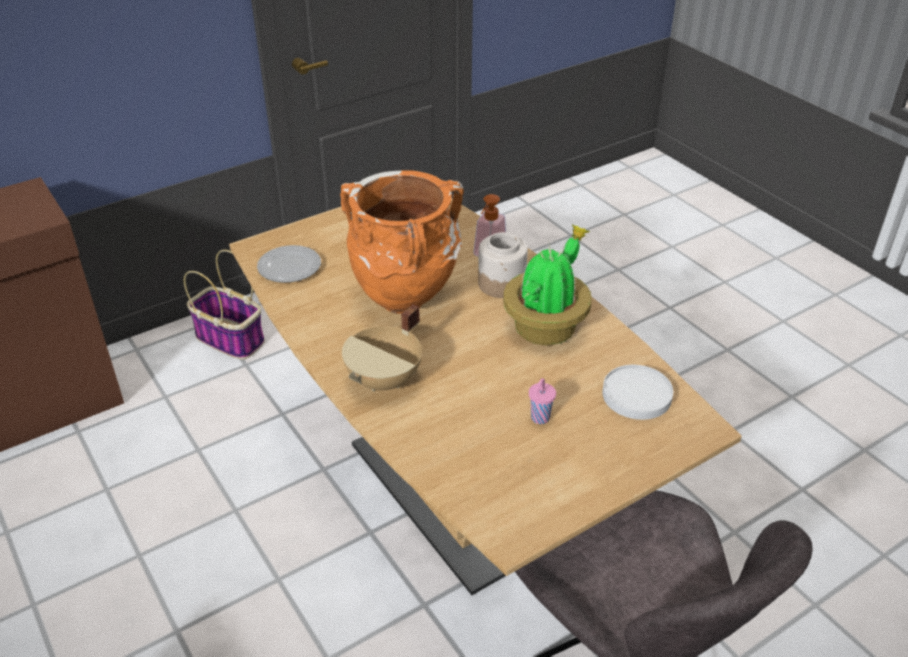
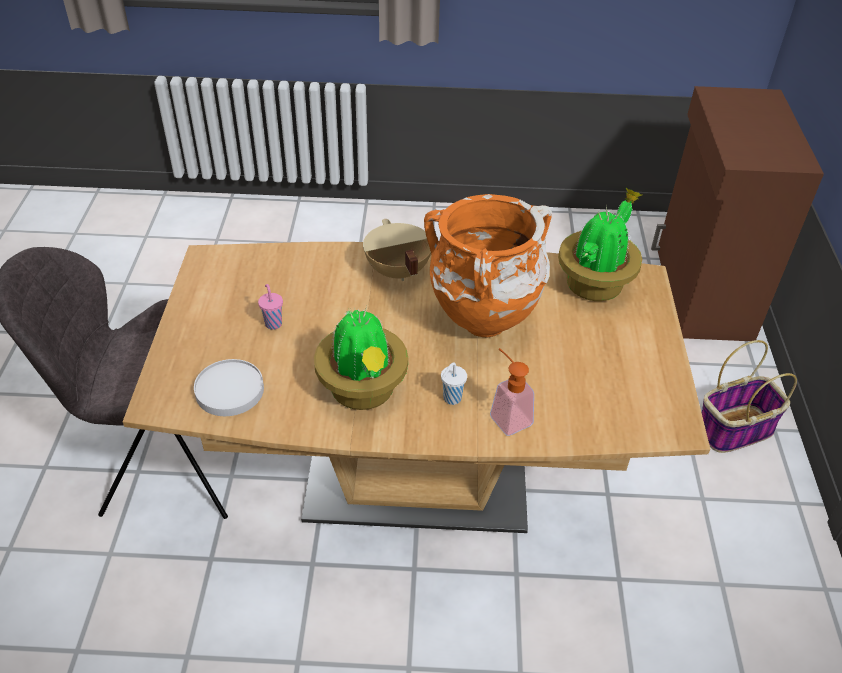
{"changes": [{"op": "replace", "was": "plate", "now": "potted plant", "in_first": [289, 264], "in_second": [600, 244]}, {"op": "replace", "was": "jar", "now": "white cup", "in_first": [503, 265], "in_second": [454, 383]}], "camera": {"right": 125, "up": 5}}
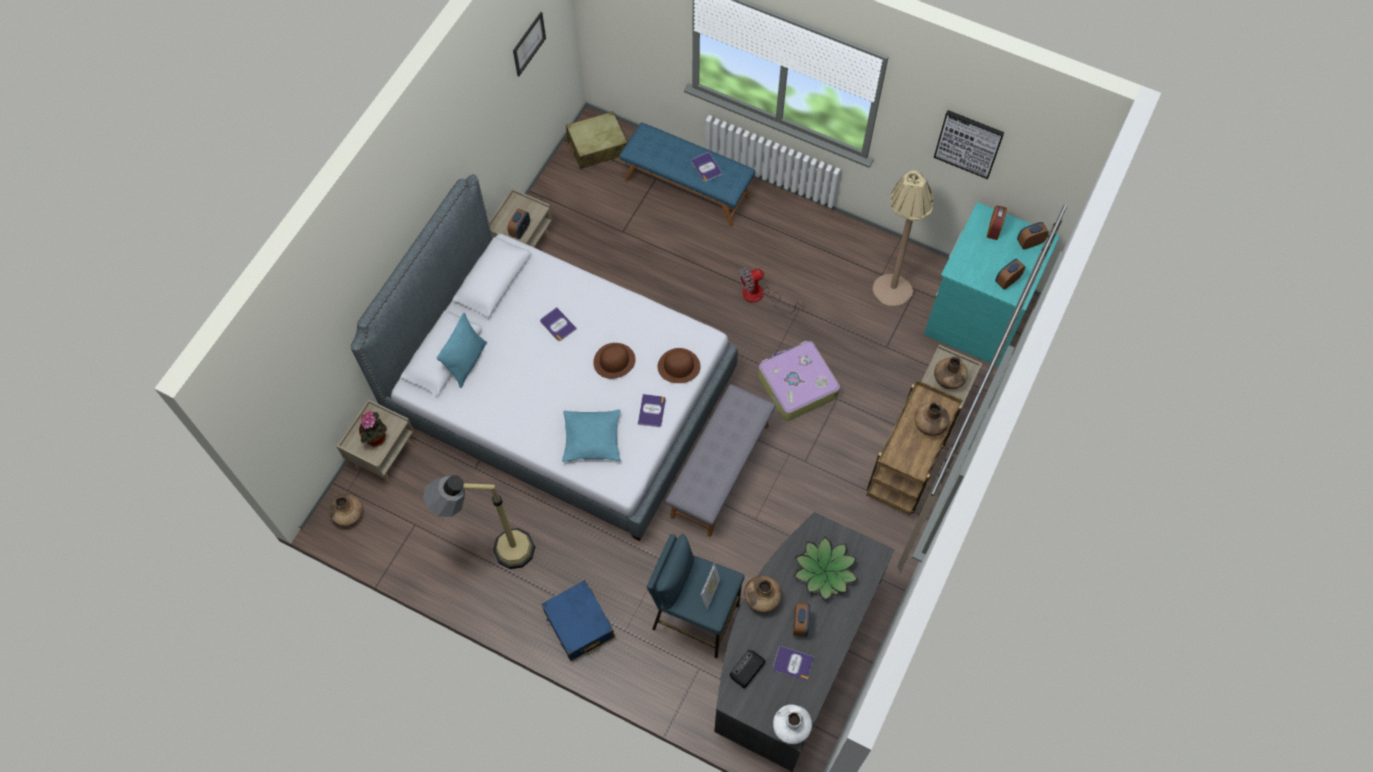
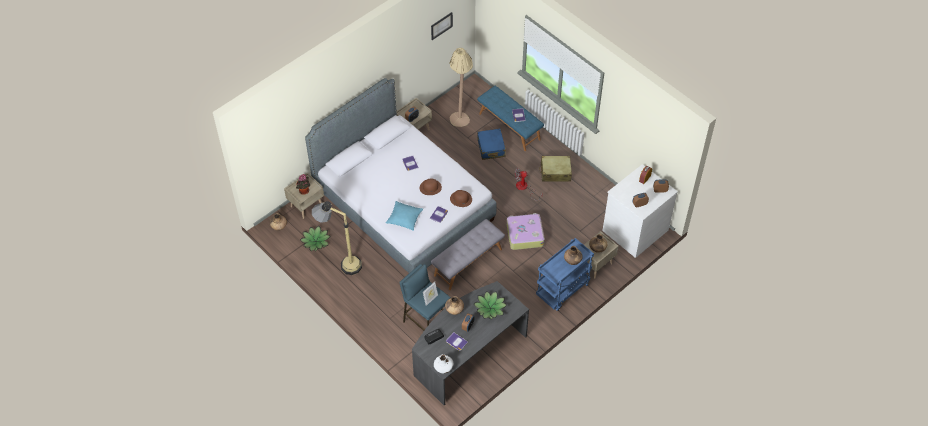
{"changes": [{"op": "delete", "was": "turquoise pillow", "in_first": [461, 350]}, {"op": "delete", "was": "picture", "in_first": [969, 144]}, {"op": "insert", "now": "potted plant", "in_second": [315, 239]}, {"op": "move", "was": "blue suitcase", "in_first": [578, 620], "in_second": [491, 144]}, {"op": "move", "was": "beige suitcase", "in_first": [597, 140], "in_second": [555, 169]}, {"op": "move", "was": "beige floor lamp", "in_first": [903, 238], "in_second": [461, 87]}, {"op": "recolor", "was": "brown cart", "now": "blue cart", "in_first": [914, 447], "in_second": [565, 274]}, {"op": "recolor", "was": "turquoise dresser", "now": "white dresser", "in_first": [992, 284], "in_second": [640, 211]}], "camera": {"right": 20, "up": -10}}
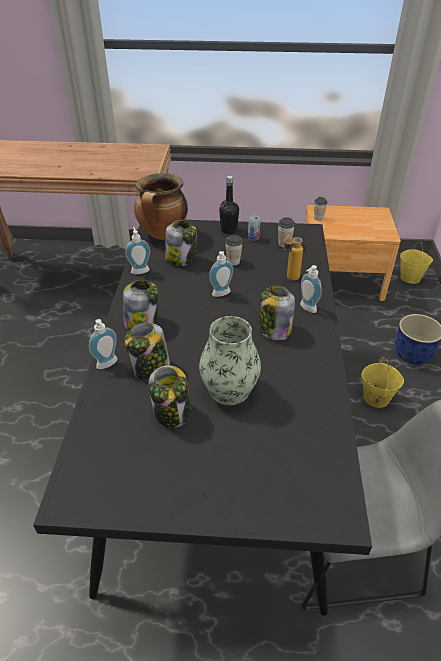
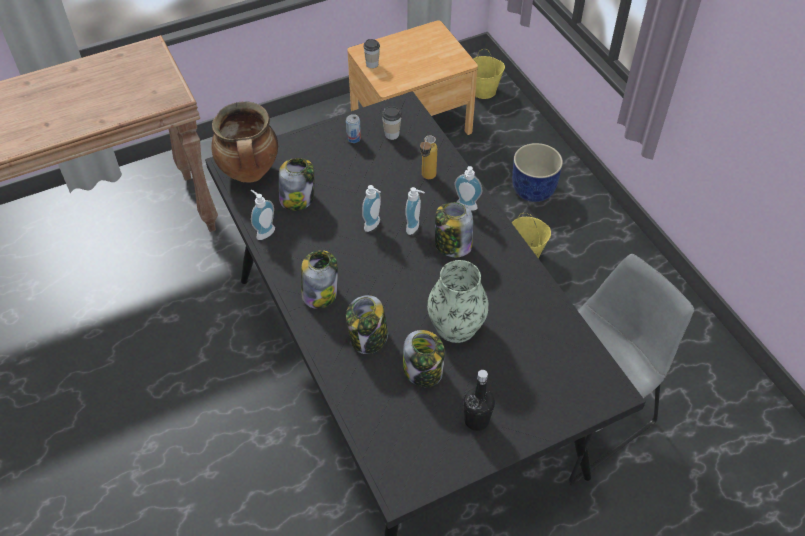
{"changes": [{"op": "delete", "was": "cup", "in_first": [234, 250]}, {"op": "move", "was": "soap dispenser", "in_first": [103, 344], "in_second": [415, 211]}, {"op": "move", "was": "black bottle", "in_first": [229, 205], "in_second": [479, 400]}], "camera": {"right": -30, "up": 10}}
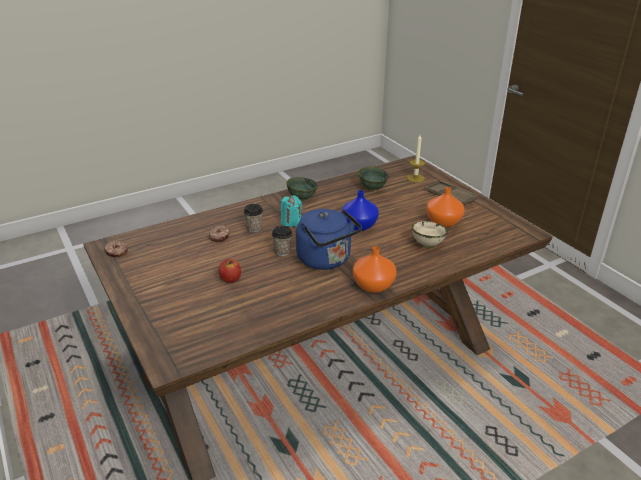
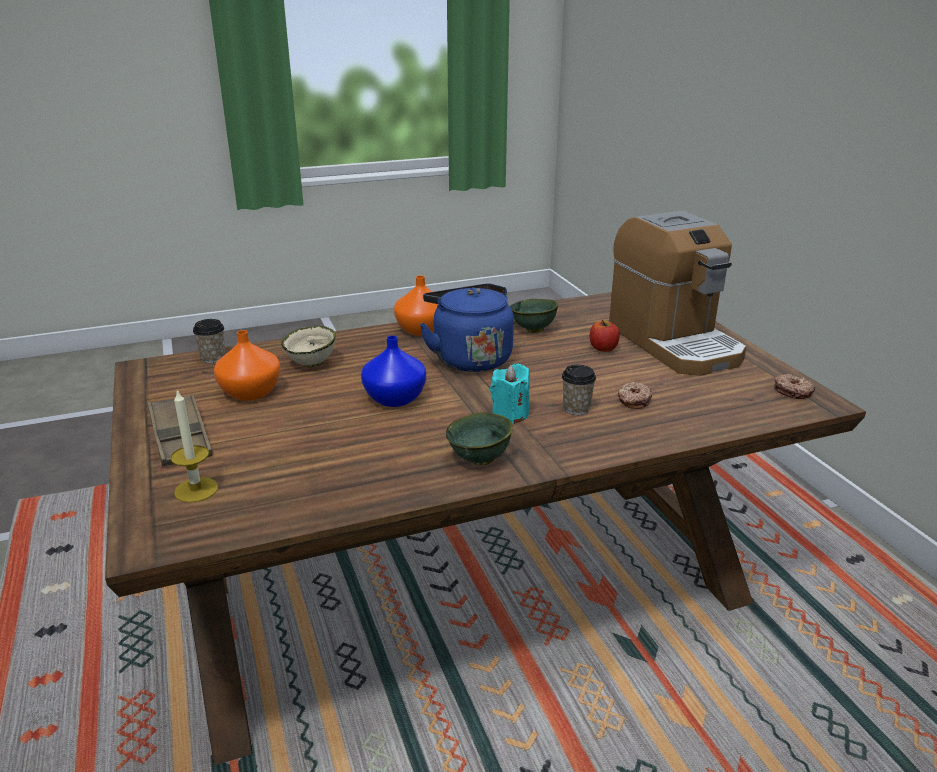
{"changes": [{"op": "insert", "now": "coffee machine", "in_second": [677, 293]}, {"op": "move", "was": "cup", "in_first": [282, 241], "in_second": [209, 341]}, {"op": "move", "was": "green bowl", "in_first": [374, 178], "in_second": [534, 316]}], "camera": {"right": -170, "up": -5}}
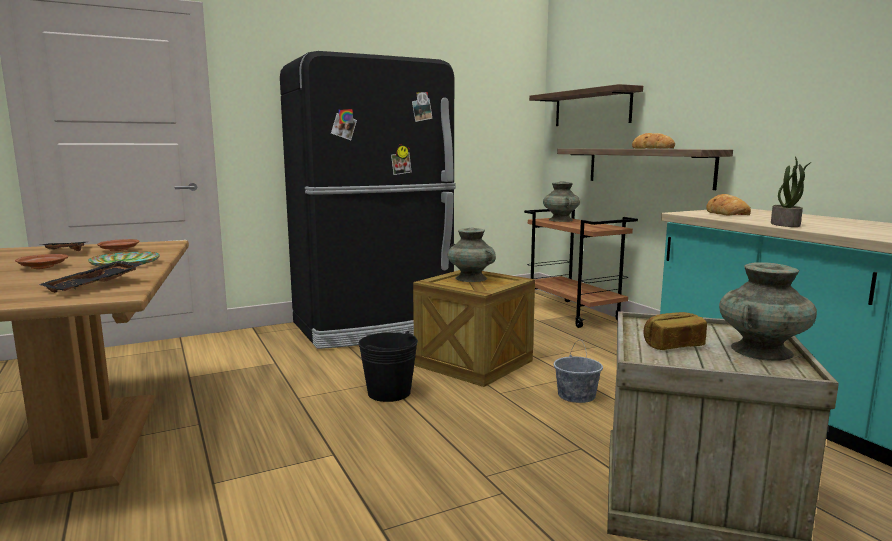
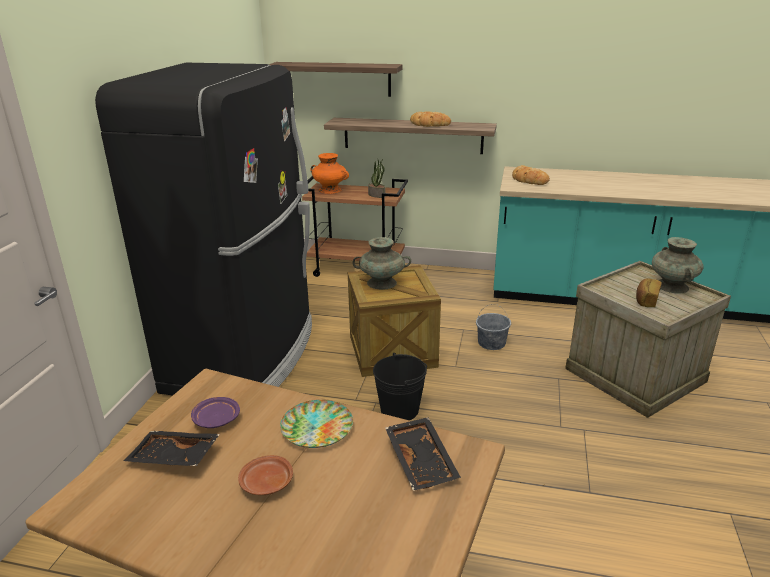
{"changes": [{"op": "move", "was": "potted plant", "in_first": [791, 191], "in_second": [377, 178]}, {"op": "recolor", "was": "brown plate", "now": "purple plate", "in_first": [118, 245], "in_second": [215, 412]}, {"op": "recolor", "was": "turquoise vase", "now": "orange vase", "in_first": [561, 201], "in_second": [330, 173]}], "camera": {"right": -50, "up": 15}}
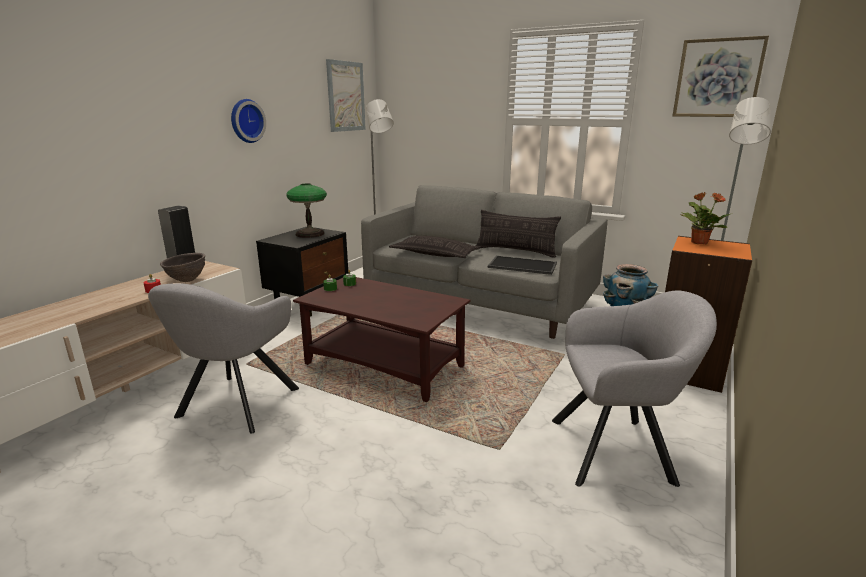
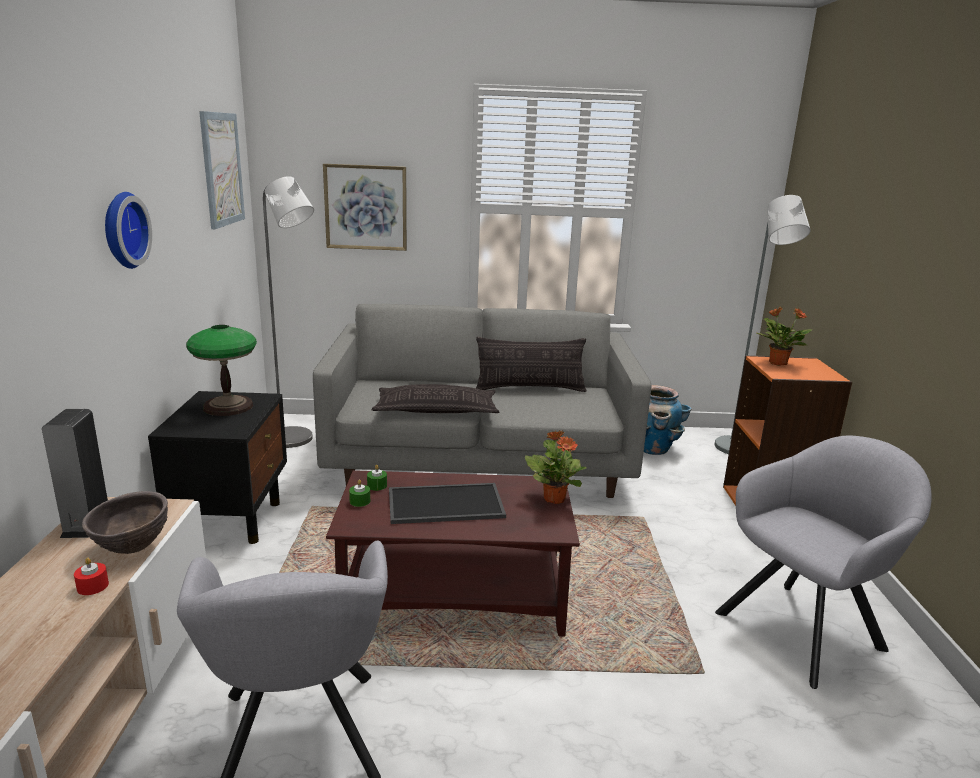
{"changes": [{"op": "insert", "now": "potted plant", "in_second": [555, 467]}, {"op": "move", "was": "tray", "in_first": [522, 265], "in_second": [447, 503]}, {"op": "move", "was": "picture", "in_first": [721, 76], "in_second": [365, 207]}], "camera": {"right": -30, "up": 0}}
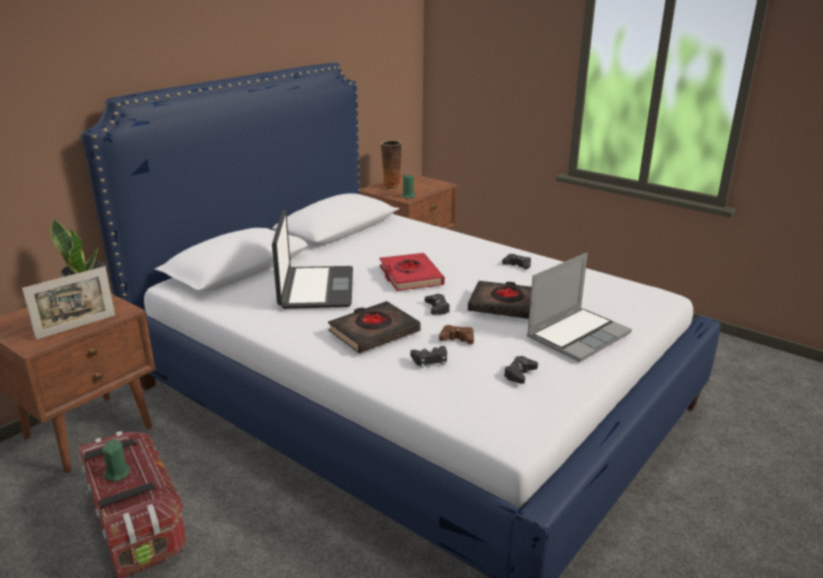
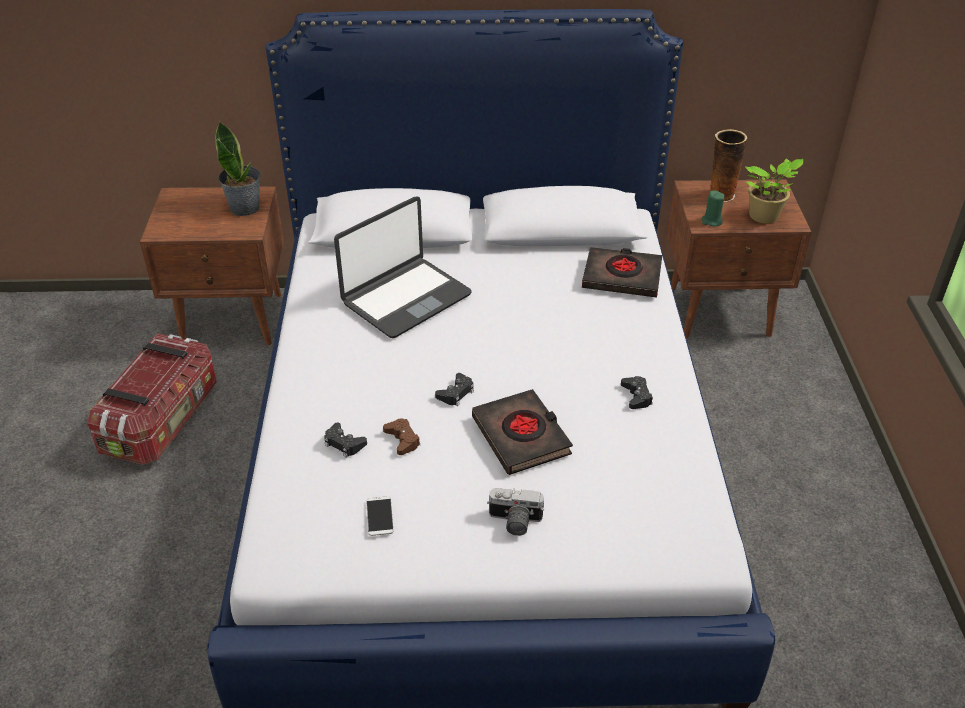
{"changes": [{"op": "delete", "was": "picture frame", "in_first": [68, 303]}, {"op": "delete", "was": "green candle", "in_first": [116, 460]}, {"op": "delete", "was": "red book", "in_first": [412, 272]}, {"op": "insert", "now": "potted plant", "in_second": [774, 191]}, {"op": "move", "was": "black book", "in_first": [374, 327], "in_second": [622, 272]}, {"op": "replace", "was": "black game controller", "now": "phone", "in_first": [521, 370], "in_second": [380, 516]}, {"op": "replace", "was": "laptop", "now": "photo camera", "in_first": [579, 307], "in_second": [515, 512]}], "camera": {"right": 50, "up": 15}}
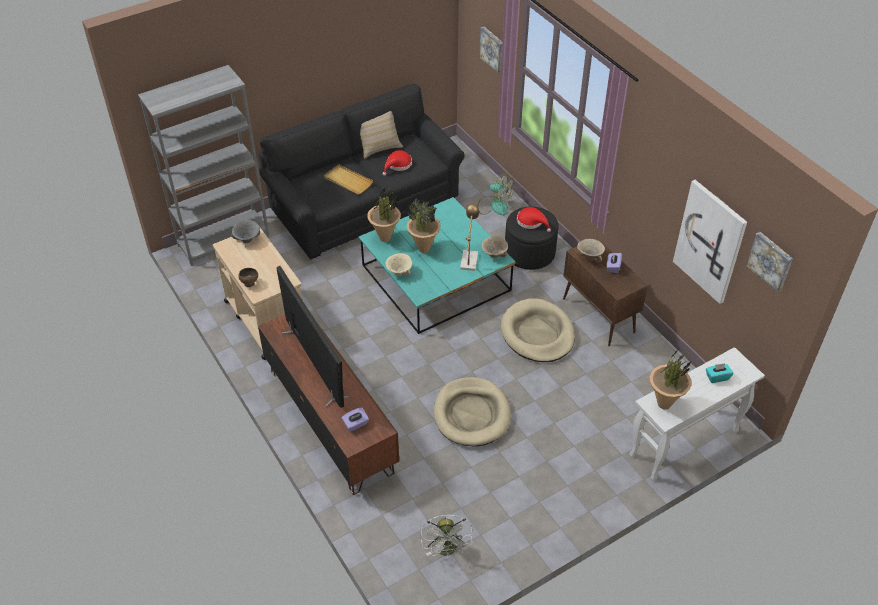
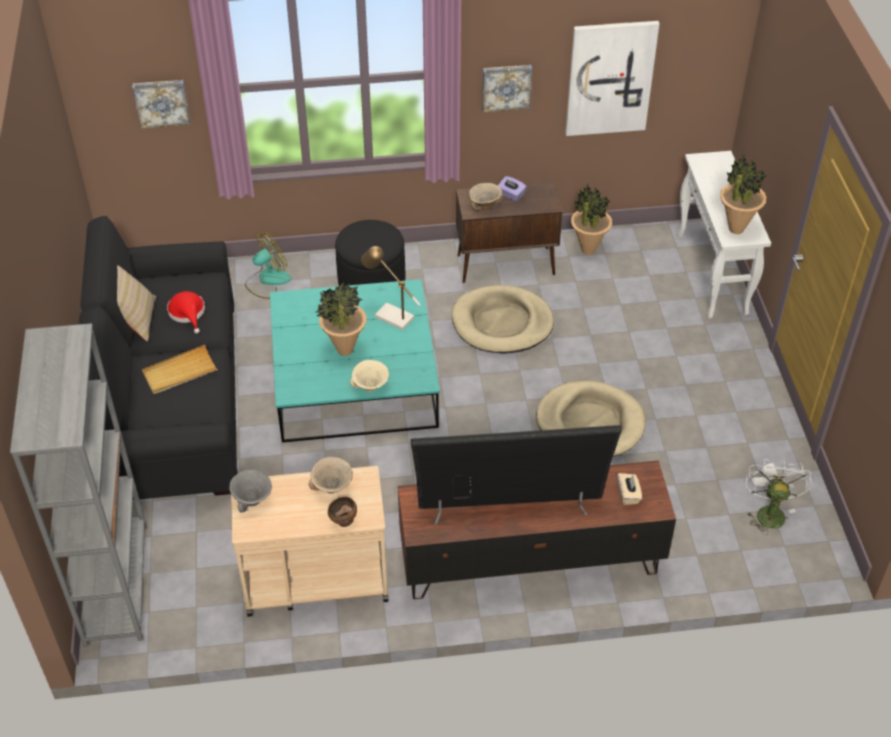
{"changes": [{"op": "delete", "was": "red hat", "in_first": [534, 219]}, {"op": "delete", "was": "turquoise tissue box", "in_first": [720, 373]}, {"op": "move", "was": "potted plant", "in_first": [384, 214], "in_second": [591, 220]}, {"op": "move", "was": "beige bowl", "in_first": [495, 247], "in_second": [331, 475]}, {"op": "move", "was": "picture", "in_first": [769, 262], "in_second": [507, 88]}, {"op": "recolor", "was": "purple tissue box", "now": "beige tissue box", "in_first": [355, 419], "in_second": [629, 489]}, {"op": "rotate", "was": "white fan", "in_first": [446, 536], "in_second": [779, 496], "clockwise": -105}], "camera": {"right": -65, "up": 0}}
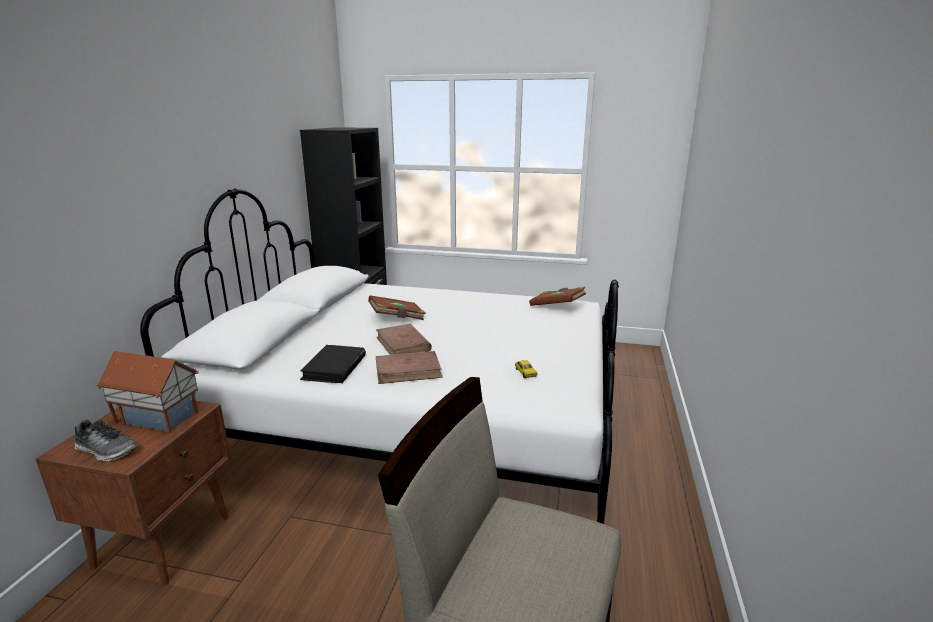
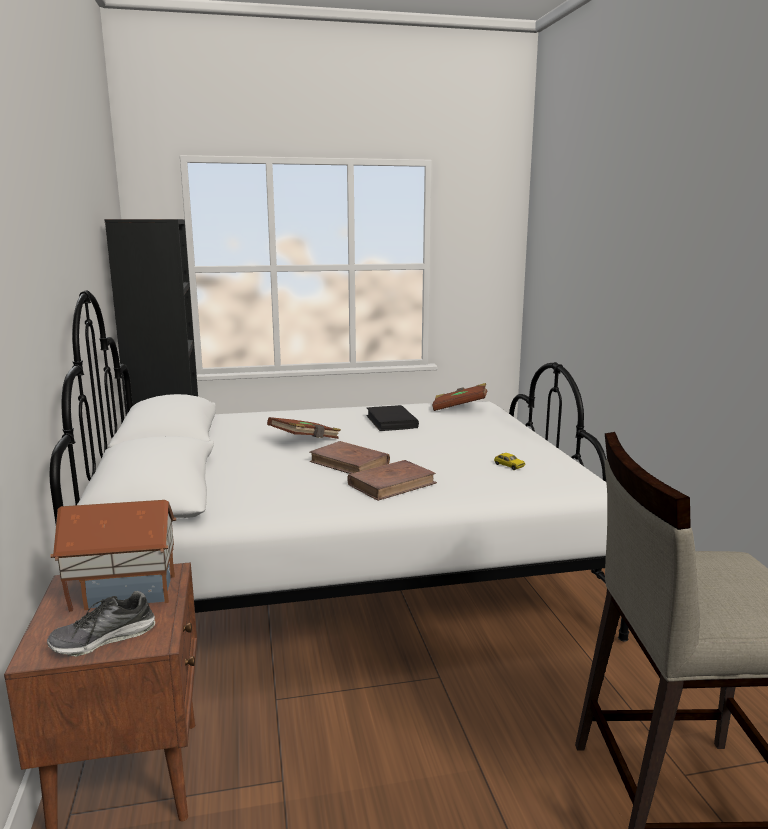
{"changes": [{"op": "move", "was": "black book", "in_first": [333, 364], "in_second": [393, 418]}, {"op": "rotate", "was": "shoe", "in_first": [105, 440], "in_second": [101, 624], "clockwise": 150}], "camera": {"right": -25, "up": -5}}
